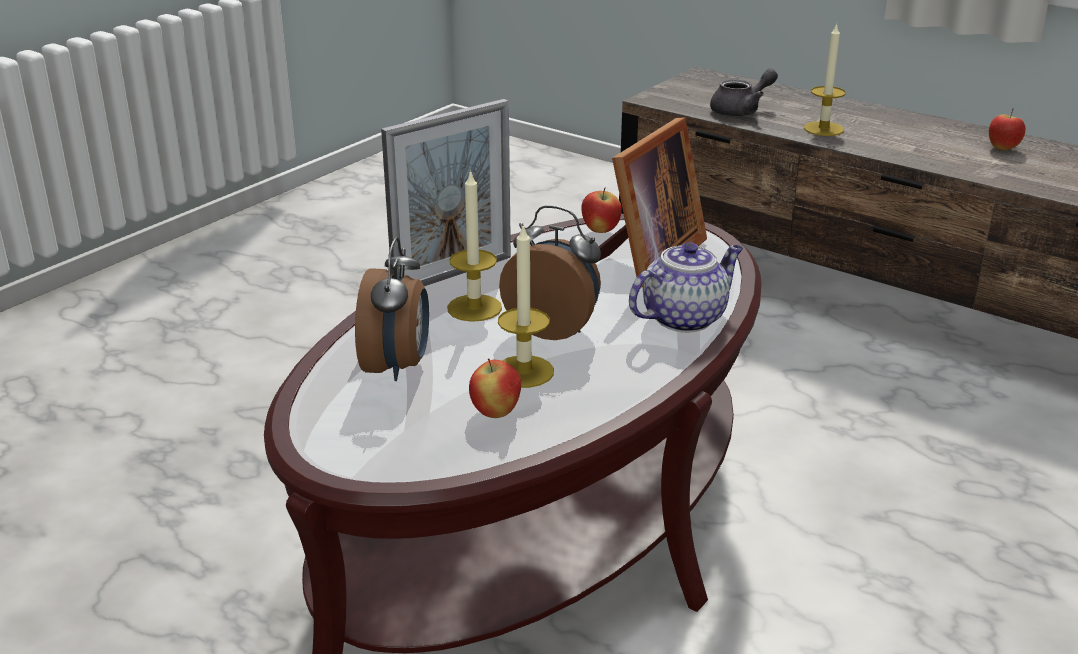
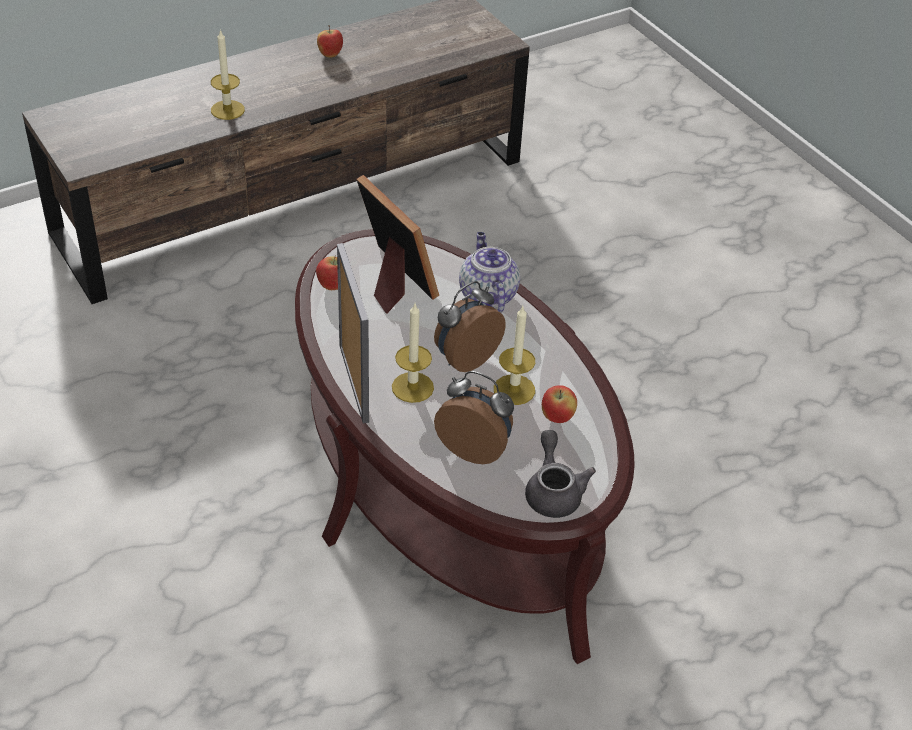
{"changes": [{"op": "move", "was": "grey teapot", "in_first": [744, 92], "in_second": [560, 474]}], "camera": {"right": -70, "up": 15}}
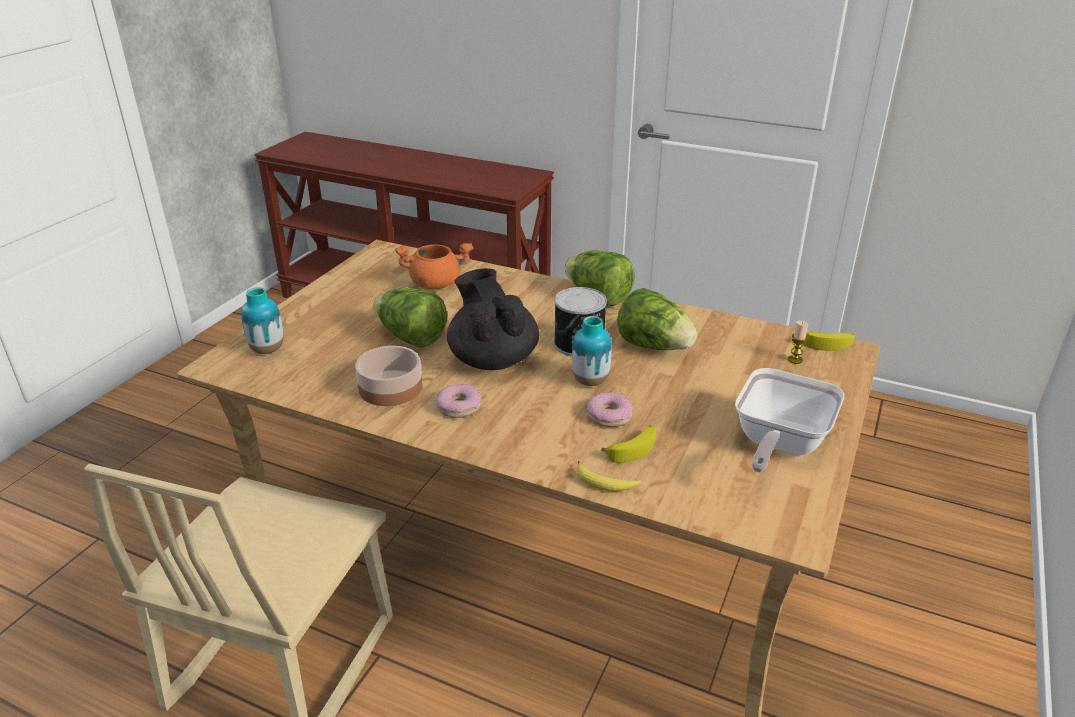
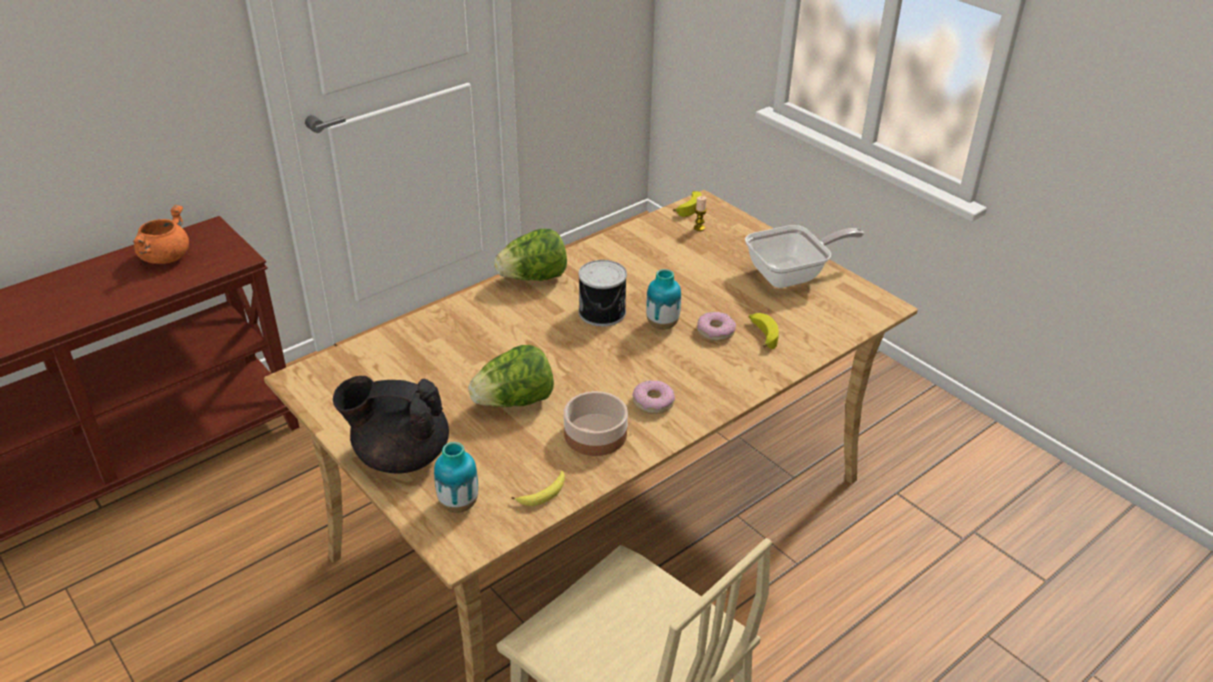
{"changes": [{"op": "delete", "was": "lettuce", "in_first": [657, 319]}, {"op": "move", "was": "orange cooking pot", "in_first": [434, 266], "in_second": [161, 234]}, {"op": "move", "was": "black teapot", "in_first": [493, 319], "in_second": [391, 425]}, {"op": "move", "was": "banana", "in_first": [608, 476], "in_second": [538, 488]}, {"op": "rotate", "was": "frying pan", "in_first": [789, 420], "in_second": [804, 256], "clockwise": -75}], "camera": {"right": -65, "up": 5}}
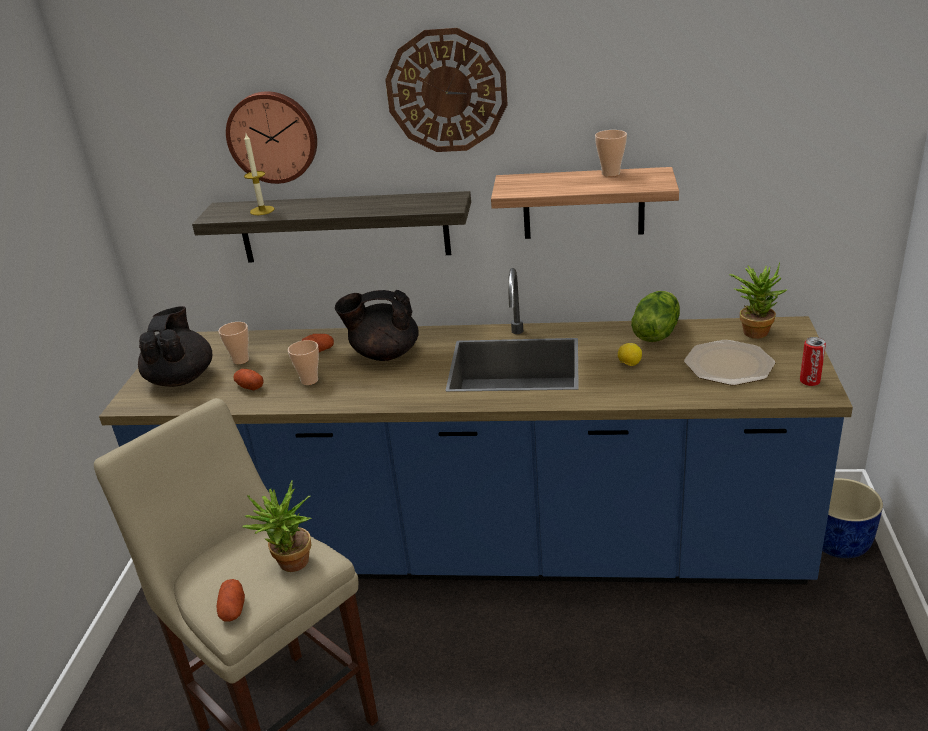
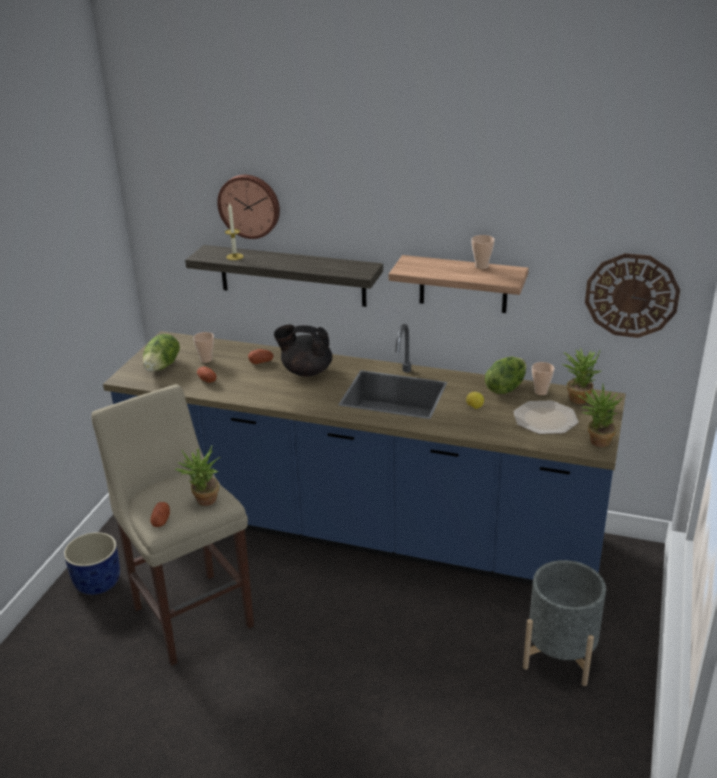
{"changes": [{"op": "insert", "now": "grey planter", "in_second": [564, 623]}, {"op": "move", "was": "cup", "in_first": [303, 362], "in_second": [543, 378]}, {"op": "move", "was": "wall clock", "in_first": [446, 90], "in_second": [632, 295]}, {"op": "move", "was": "blue planter", "in_first": [852, 518], "in_second": [92, 563]}, {"op": "replace", "was": "black teapot", "now": "lettuce", "in_first": [175, 346], "in_second": [161, 353]}, {"op": "replace", "was": "can", "now": "potted plant", "in_first": [813, 361], "in_second": [599, 415]}], "camera": {"right": 10, "up": 0}}
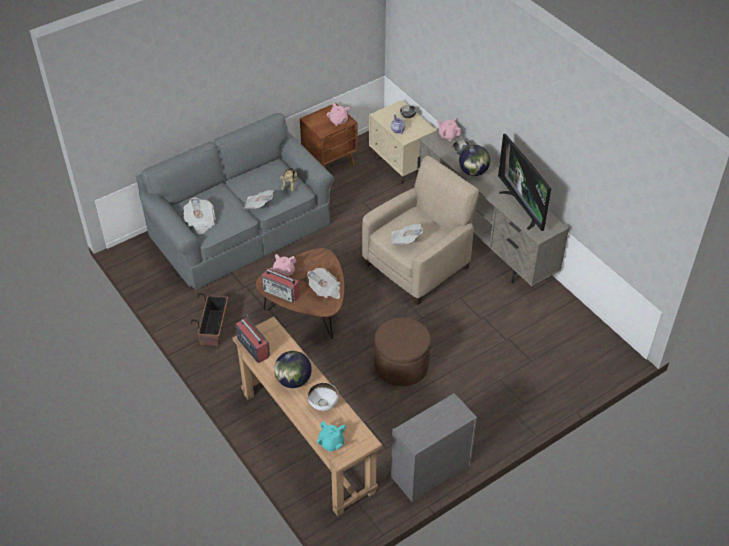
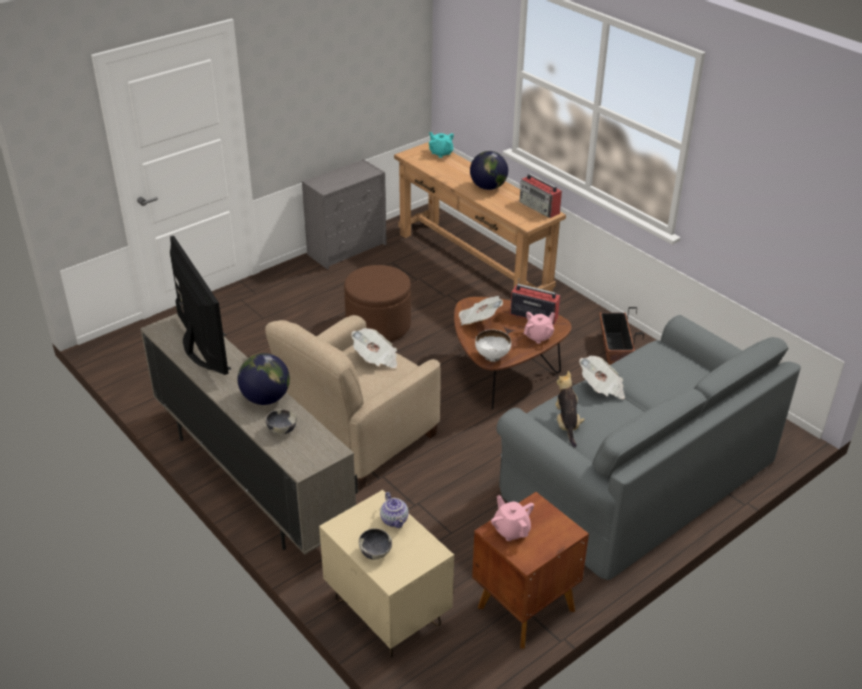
{"changes": [{"op": "delete", "was": "newspaper", "in_first": [200, 215]}, {"op": "delete", "was": "pink teapot", "in_first": [449, 129]}, {"op": "move", "was": "white bowl", "in_first": [323, 397], "in_second": [493, 346]}], "camera": {"right": 175, "up": -10}}
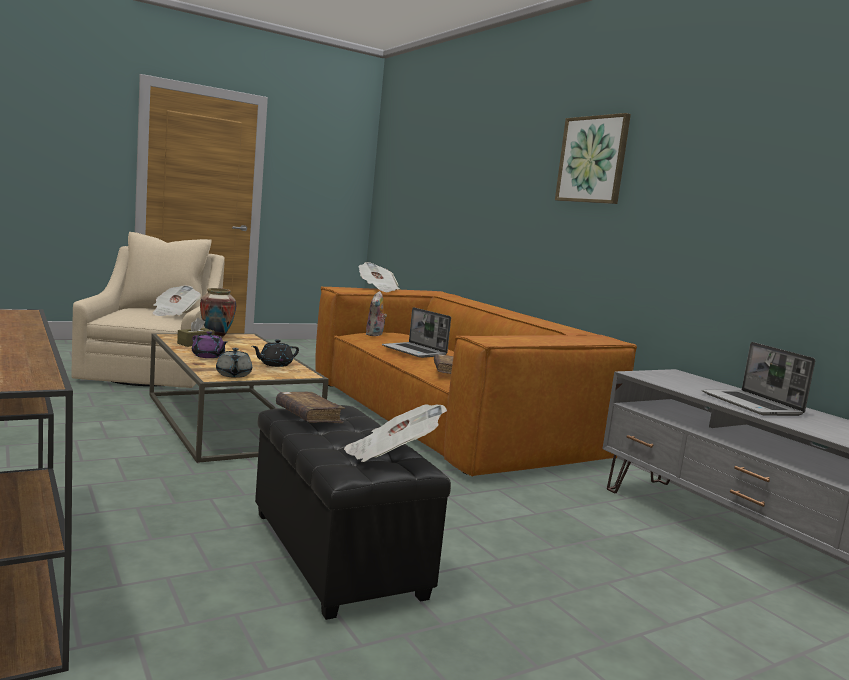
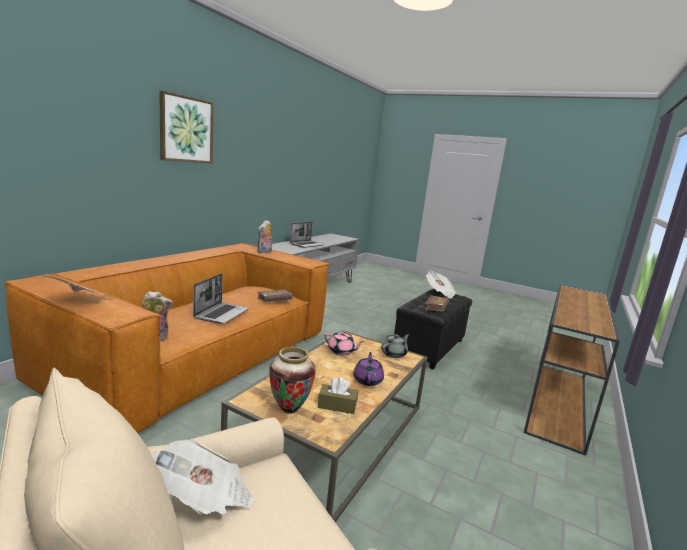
{"changes": [{"op": "insert", "now": "plush toy", "in_second": [265, 237]}, {"op": "recolor", "was": "black teapot", "now": "pink teapot", "in_first": [275, 353], "in_second": [344, 343]}], "camera": {"right": -120, "up": 5}}
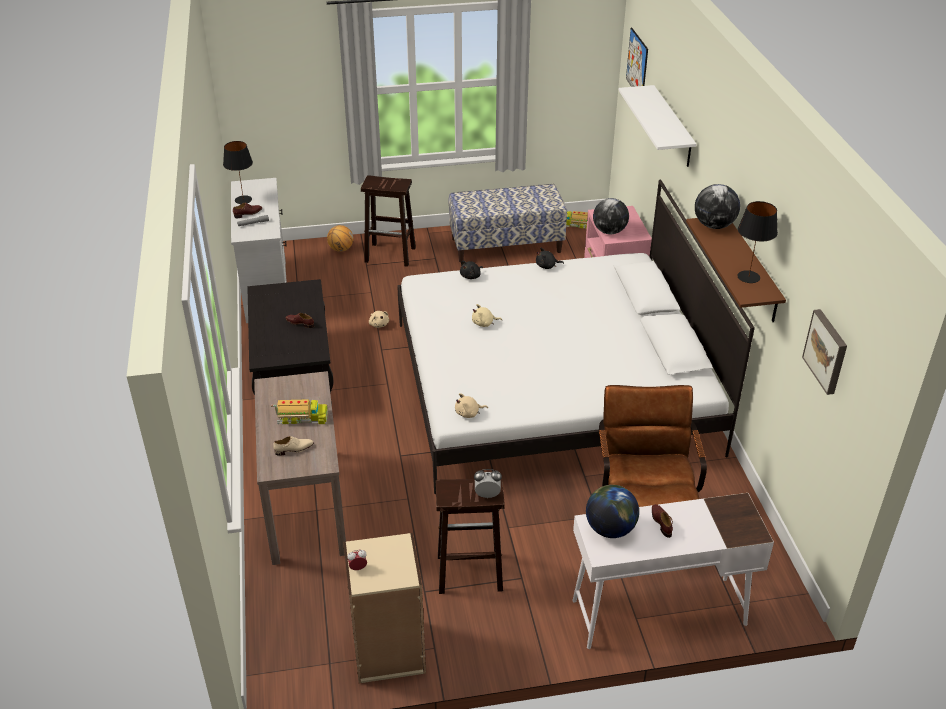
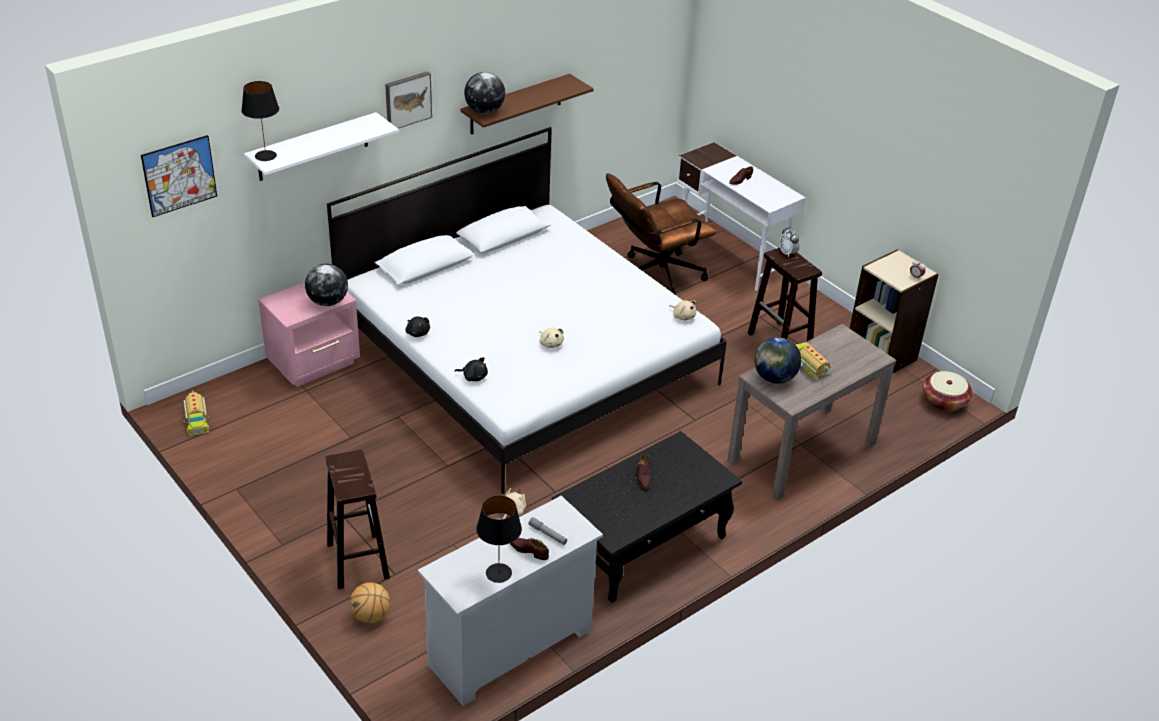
{"changes": [{"op": "delete", "was": "beige shoe", "in_first": [293, 446]}, {"op": "delete", "was": "bench", "in_first": [507, 223]}, {"op": "insert", "now": "basket", "in_second": [948, 391]}, {"op": "move", "was": "globe", "in_first": [612, 511], "in_second": [778, 360]}, {"op": "move", "was": "black table lamp", "in_first": [758, 242], "in_second": [260, 121]}, {"op": "move", "was": "picture", "in_first": [824, 352], "in_second": [408, 99]}], "camera": {"right": -120, "up": 0}}
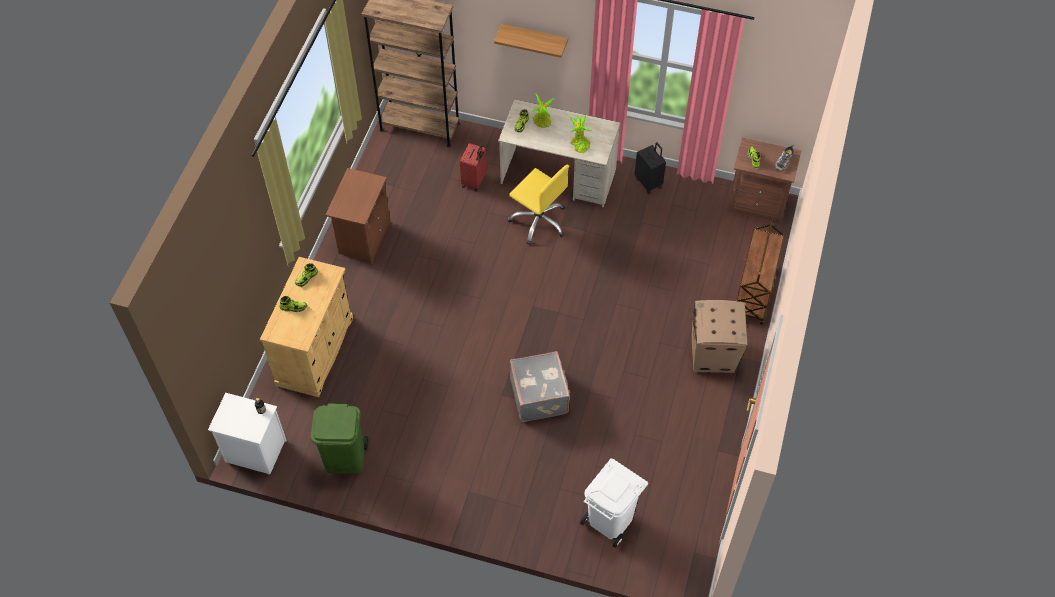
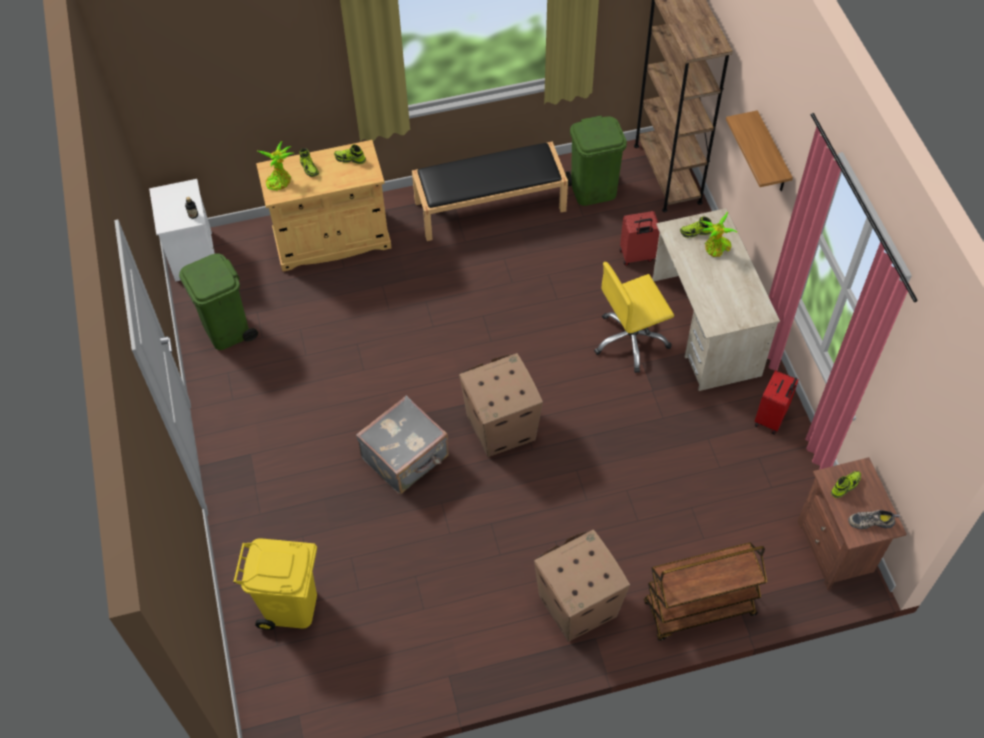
{"changes": [{"op": "insert", "now": "cardboard box", "in_second": [501, 405]}, {"op": "insert", "now": "green trash can", "in_second": [596, 160]}, {"op": "move", "was": "potted plant", "in_first": [580, 133], "in_second": [274, 166]}, {"op": "replace", "was": "brown nightstand", "now": "black bench", "in_first": [357, 216], "in_second": [490, 191]}, {"op": "recolor", "was": "white trash can", "now": "yellow trash can", "in_first": [614, 503], "in_second": [275, 584]}, {"op": "recolor", "was": "black suitcase", "now": "red suitcase", "in_first": [650, 168], "in_second": [776, 402]}, {"op": "rotate", "was": "yellow office chair", "in_first": [538, 205], "in_second": [634, 317], "clockwise": 60}], "camera": {"right": 60, "up": 0}}
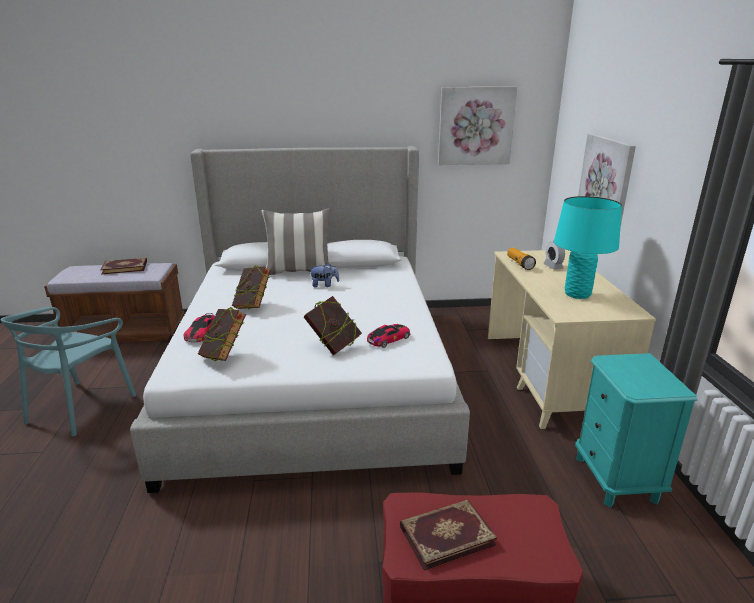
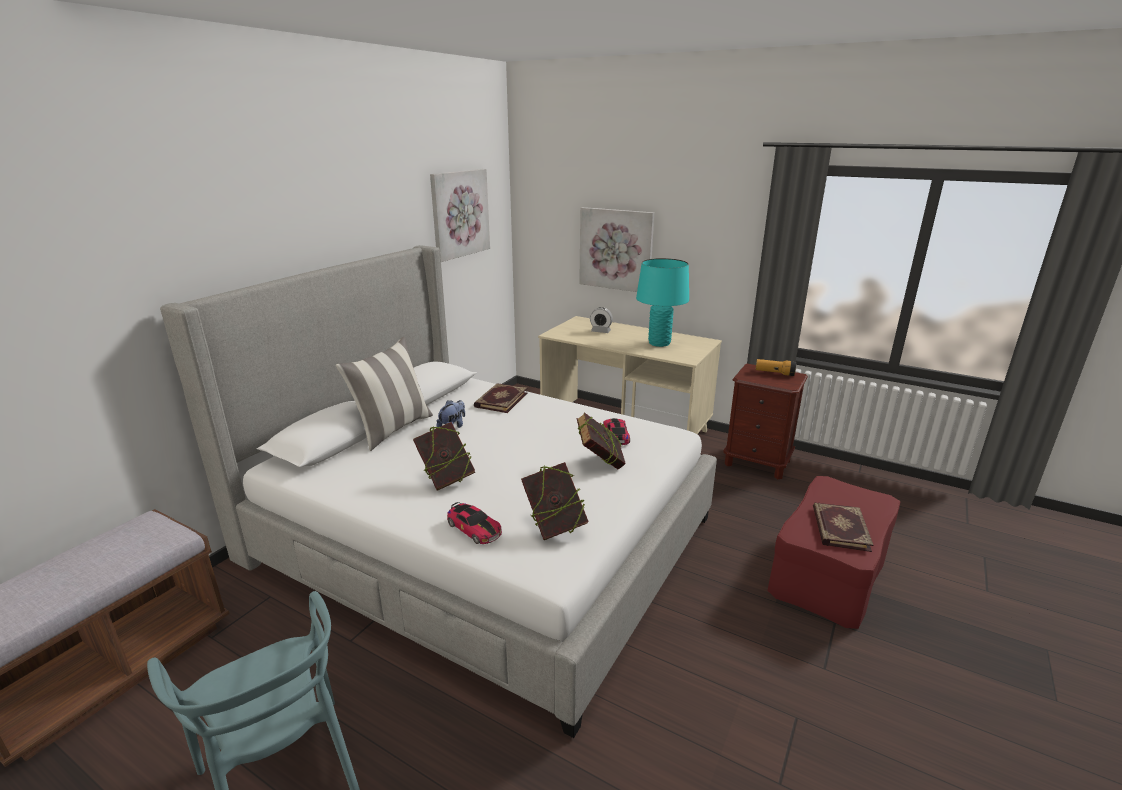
{"changes": [{"op": "move", "was": "book", "in_first": [123, 266], "in_second": [501, 398]}, {"op": "move", "was": "flashlight", "in_first": [521, 259], "in_second": [776, 367]}, {"op": "recolor", "was": "turquoise nightstand", "now": "brown nightstand", "in_first": [636, 430], "in_second": [765, 421]}], "camera": {"right": -55, "up": 0}}
